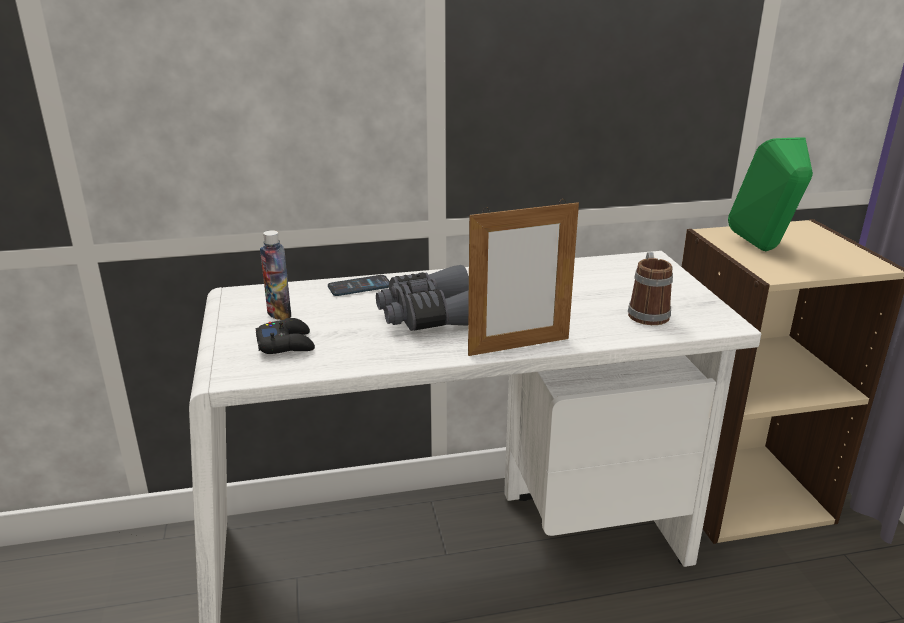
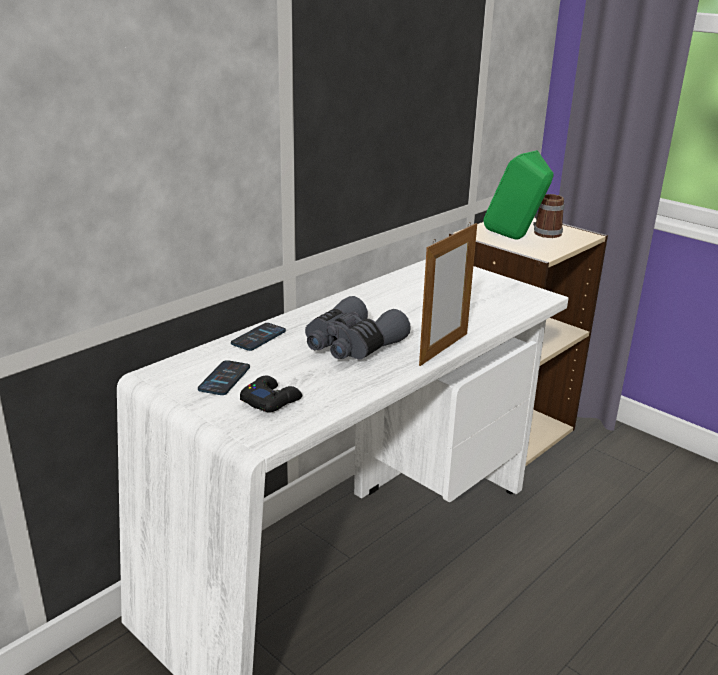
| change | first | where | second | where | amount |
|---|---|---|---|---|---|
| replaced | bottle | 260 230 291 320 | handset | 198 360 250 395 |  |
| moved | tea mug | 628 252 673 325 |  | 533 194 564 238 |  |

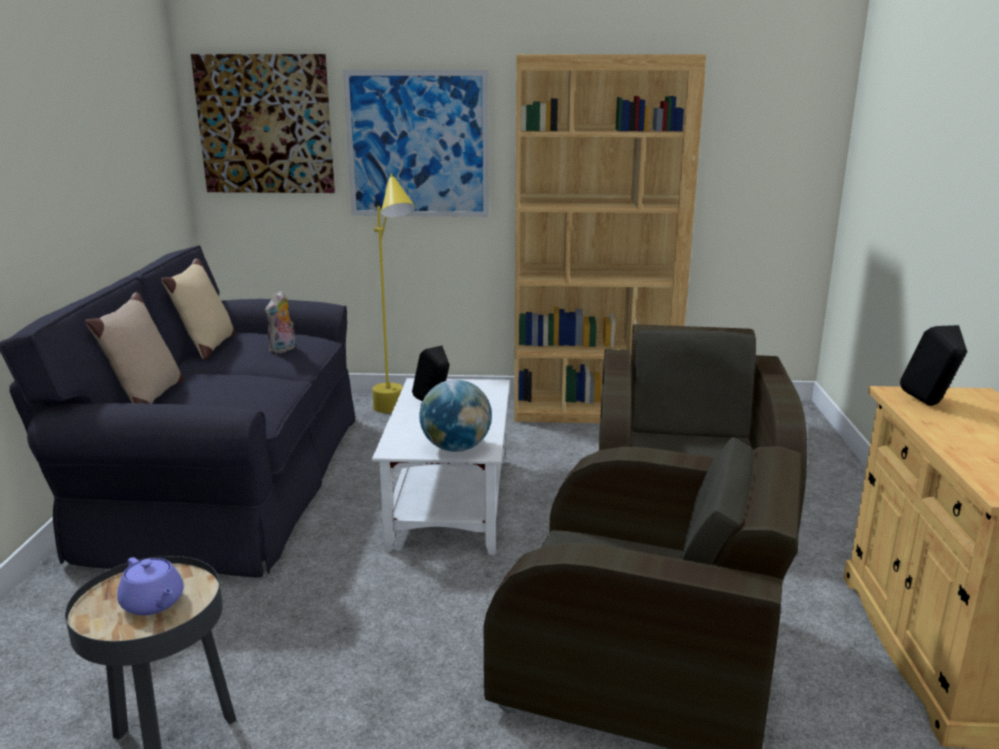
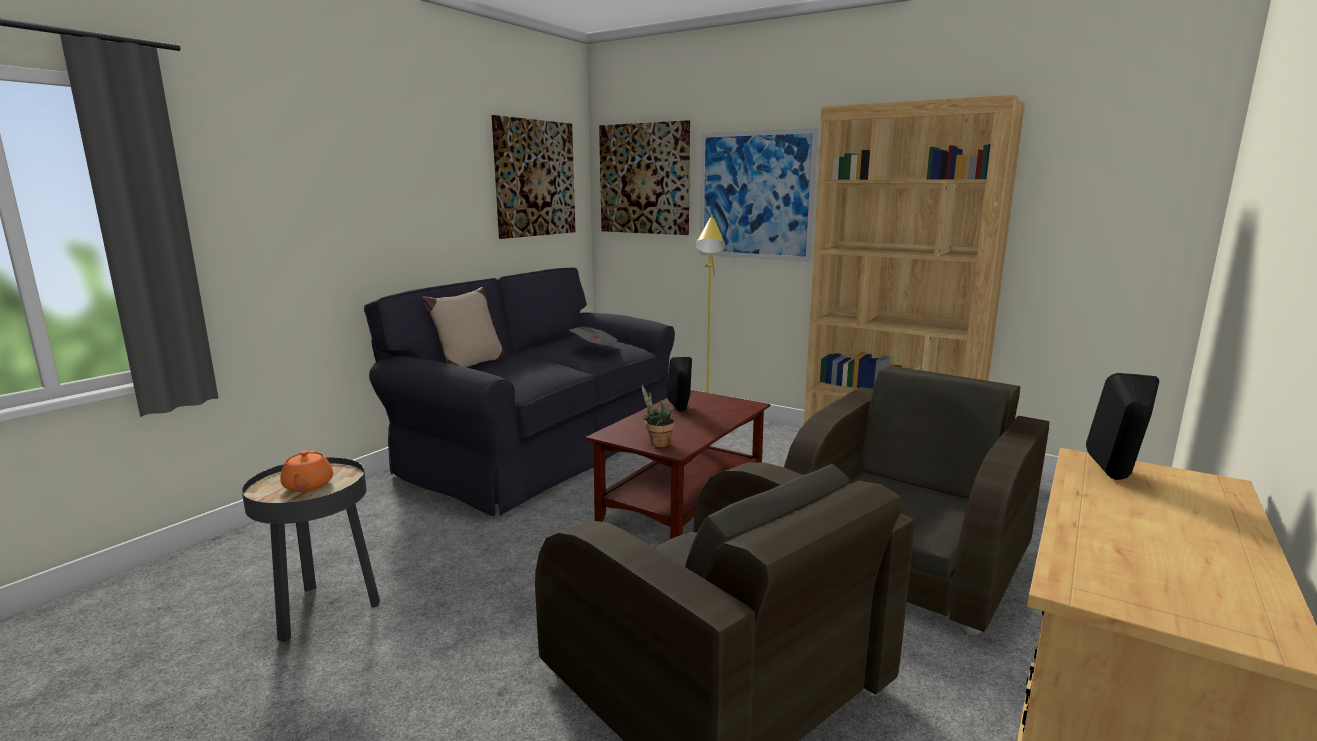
| change | first | where | second | where | amount |
|---|---|---|---|---|---|
| recoloured | purple-coloured tea pot | 117 557 184 615 | orange-coloured tea pot | 280 450 333 492 |  |
| removed | beige-coloured throw pillow | 161 258 236 360 |  |  |  |
| replaced | plush toy | 265 291 296 354 | daily paper | 569 327 619 346 |  |
| recoloured | whitish coffee table | 372 378 510 555 | brownish coffee table | 586 390 770 539 |  |
| replaced | world globe | 419 379 492 452 | houseplant | 641 385 675 447 |  |
| added |  |  | picture | 492 115 576 239 |  |

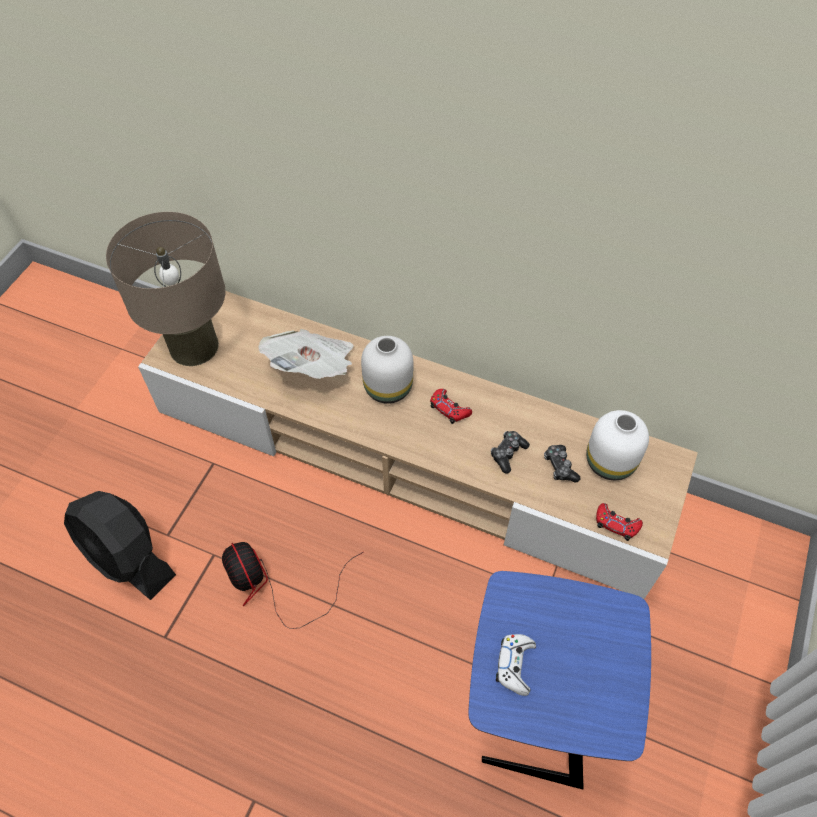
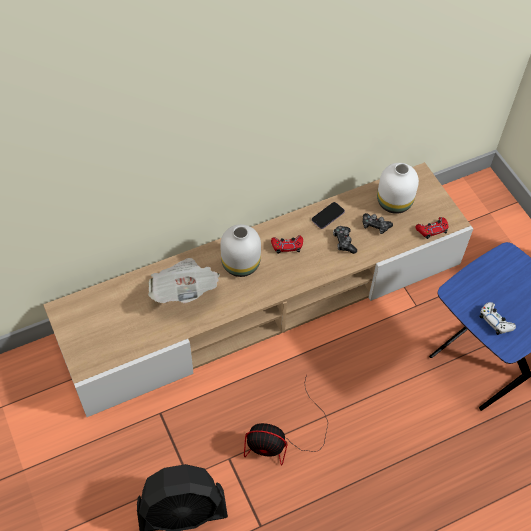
| change | first | where | second | where | amount |
|---|---|---|---|---|---|
| removed | beige-coloured tabletop lamp | 106 212 226 366 |  |  |  |
| added |  |  | handset | 312 202 345 229 |  |

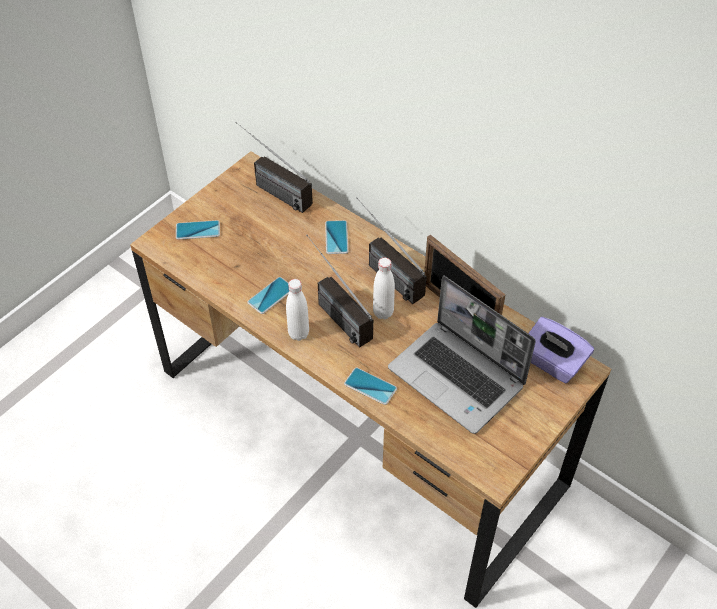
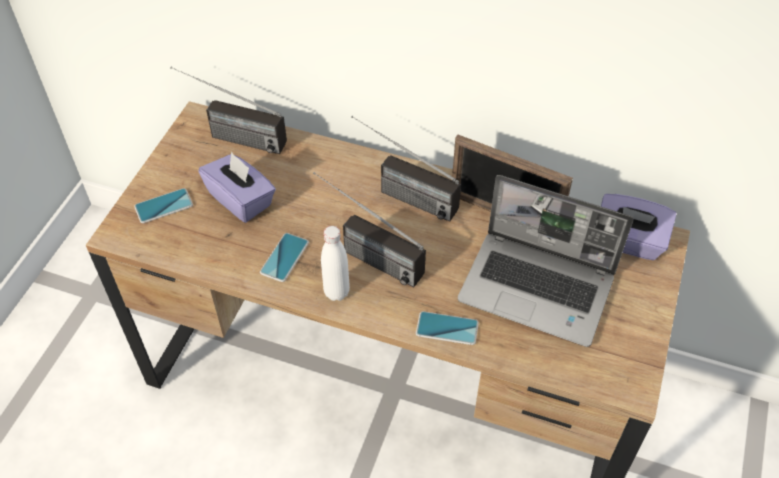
| change | first | where | second | where | amount |
|---|---|---|---|---|---|
| removed | handset | 325 220 348 254 |  |  |  |
| removed | whitish bottle | 373 258 395 319 |  |  |  |
| added |  |  | purple-coloured box of tissues | 199 151 276 223 |  |

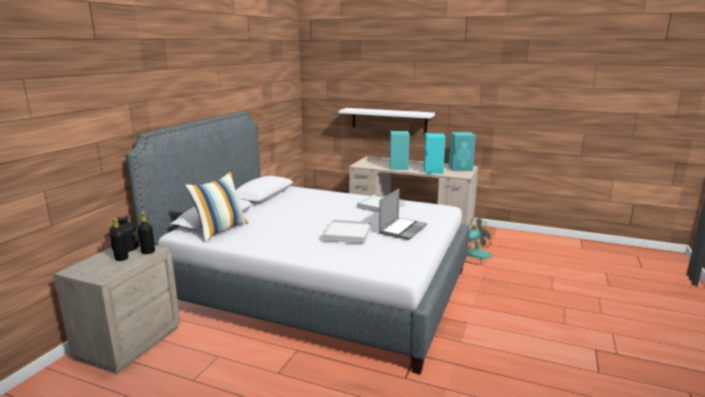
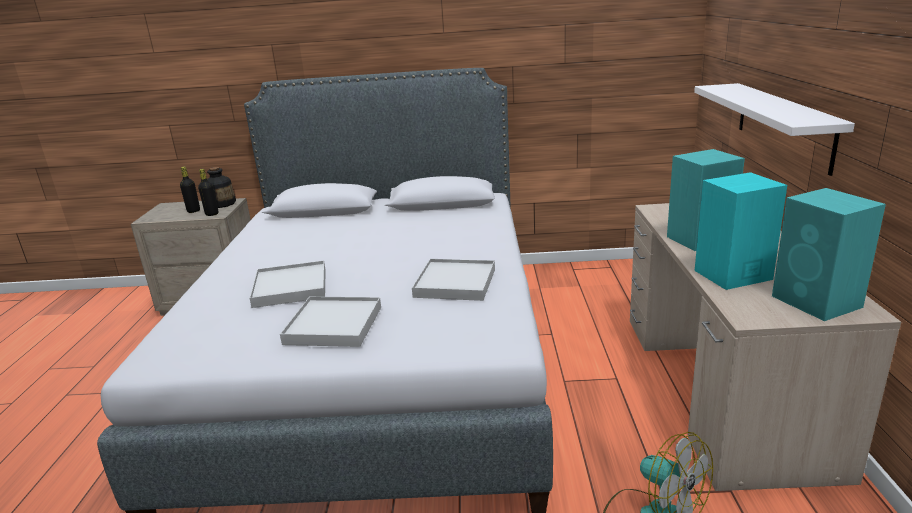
| change | first | where | second | where | amount |
|---|---|---|---|---|---|
| removed | throw pillow | 185 171 248 242 |  |  |  |
| replaced | notebook computer | 379 188 427 240 | whitish serving tray | 280 297 381 347 |  |

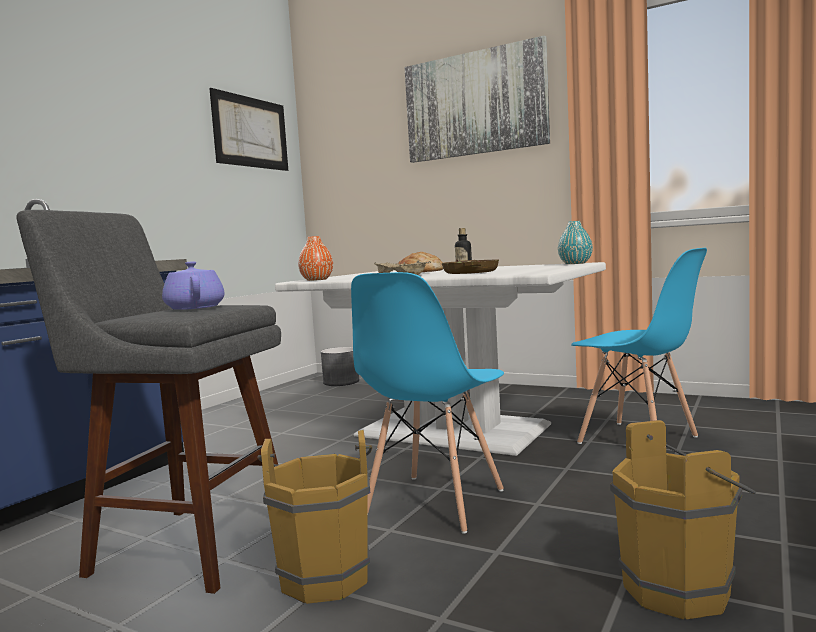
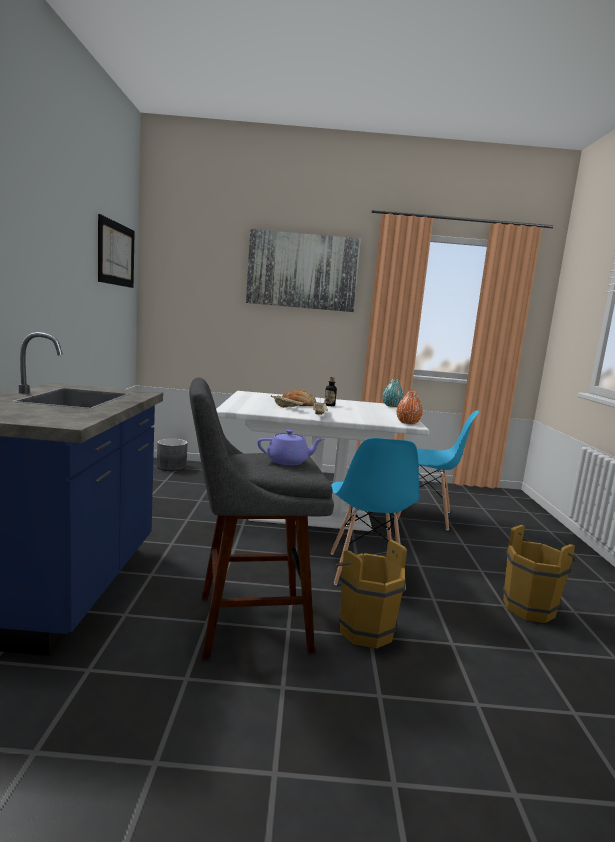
| change | first | where | second | where | amount |
|---|---|---|---|---|---|
| turned | purple-coloured tea pot | 162 262 224 310 |  | 257 430 324 465 | 135 degrees clockwise |
| moved | orange-coloured flower vase | 298 236 333 281 |  | 397 391 423 424 |  |
| removed | deep dish | 442 260 499 274 |  |  |  |

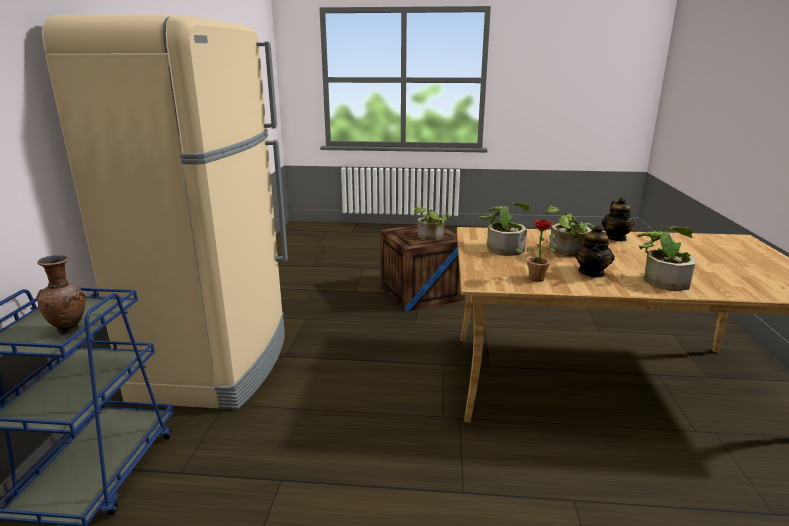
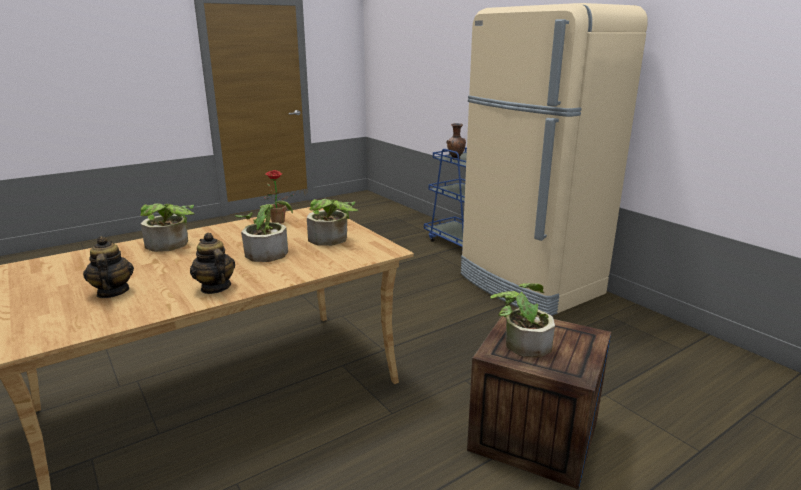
| change | first | where | second | where | amount |
|---|---|---|---|---|---|
| moved | tea pot | 574 225 615 278 |  | 83 236 134 298 |  |

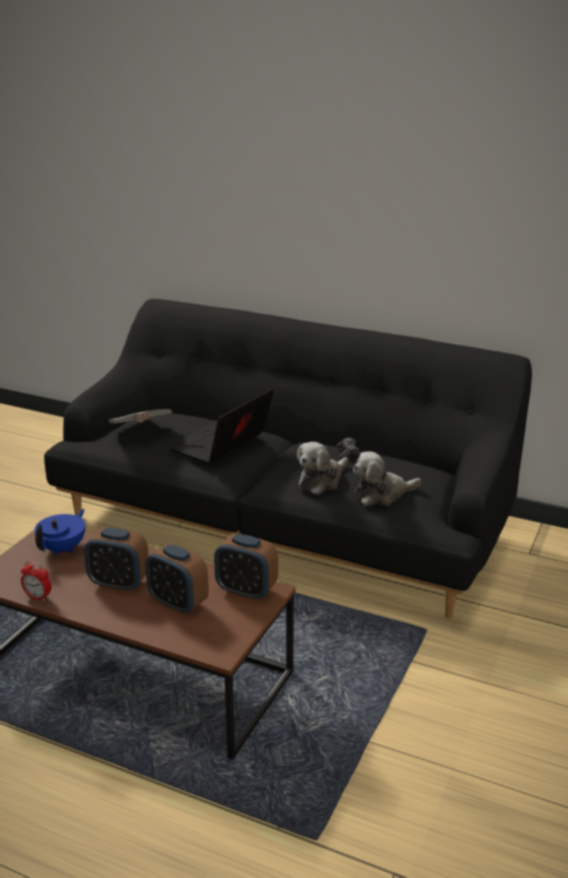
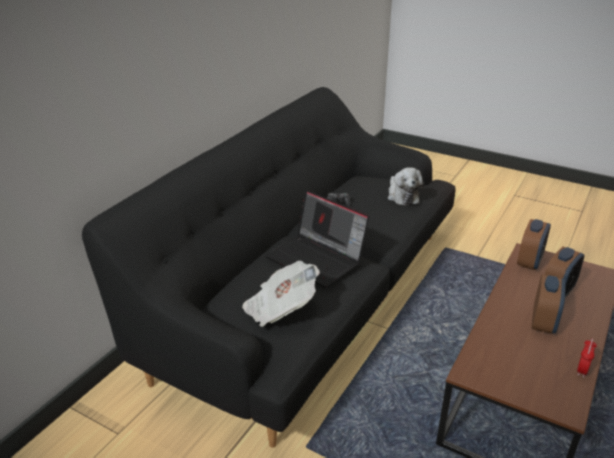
| change | first | where | second | where | amount |
|---|---|---|---|---|---|
| removed | blue-coloured tea pot | 34 509 85 555 |  |  |  |
| removed | plush toy | 297 442 348 495 |  |  |  |

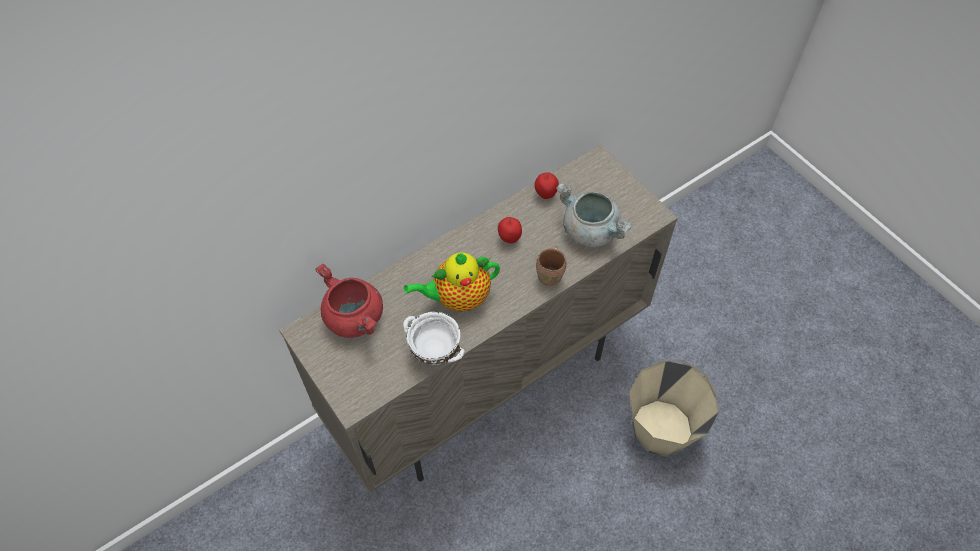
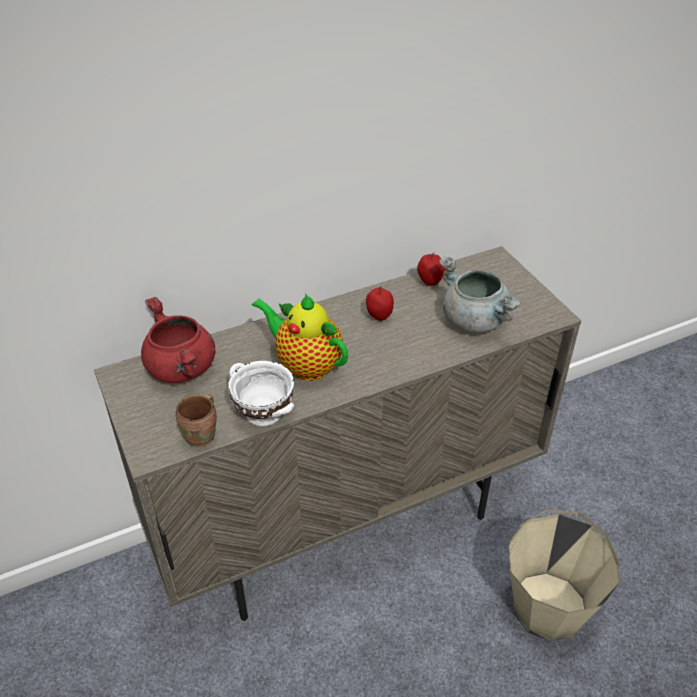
| change | first | where | second | where | amount |
|---|---|---|---|---|---|
| turned | tea pot | 404 252 500 311 |  | 252 293 348 381 | 45 degrees clockwise |
| moved | brownish tea mug | 536 246 566 286 |  | 176 394 217 447 |  |

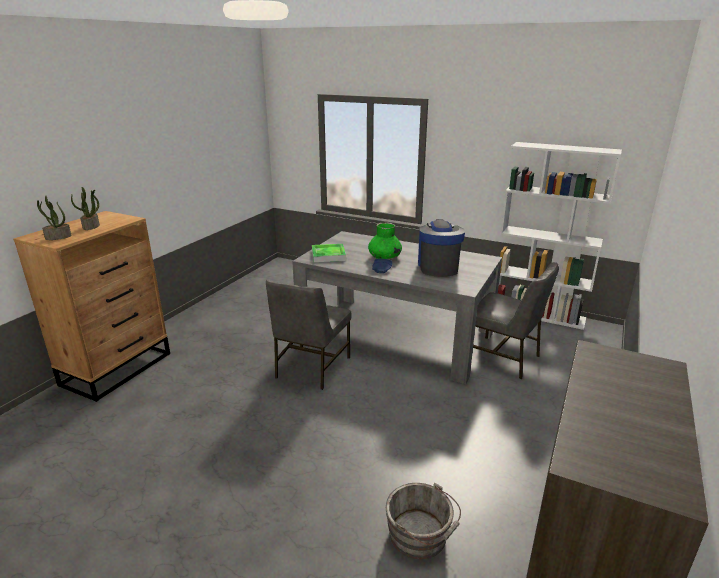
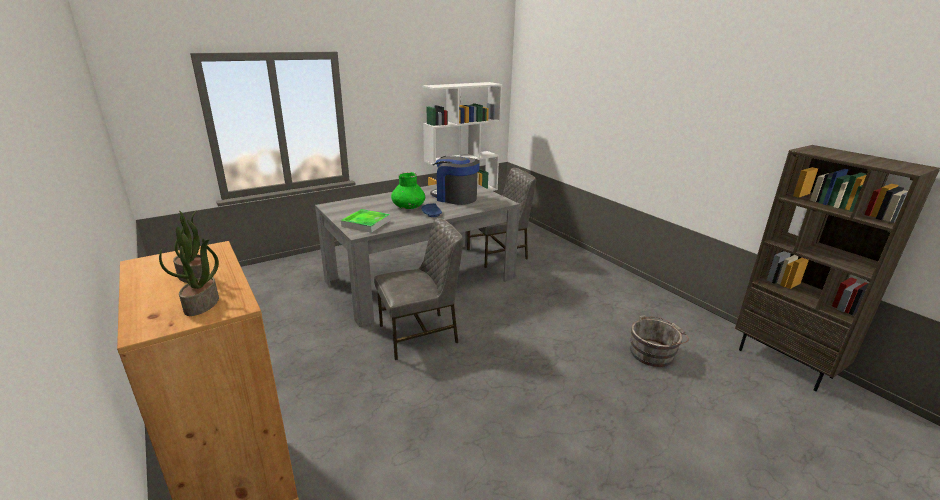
| change | first | where | second | where | amount |
|---|---|---|---|---|---|
| turned | grey upright chair | 266 279 352 390 |  | 374 218 463 360 | 75 degrees counterclockwise |

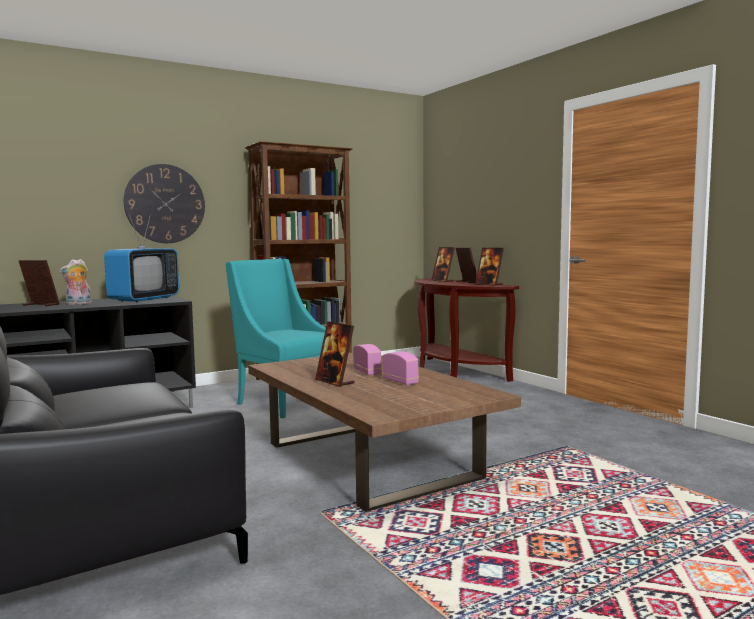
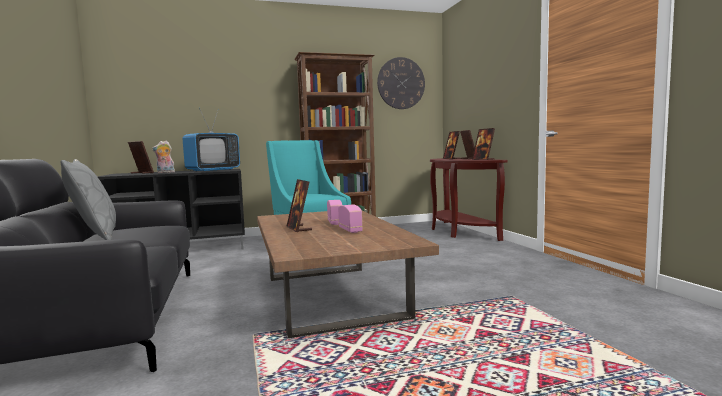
| change | first | where | second | where | amount |
|---|---|---|---|---|---|
| moved | wall clock | 124 164 205 243 |  | 377 57 425 109 |  |
| added |  |  | grey throw pillow | 60 159 116 240 |  |

